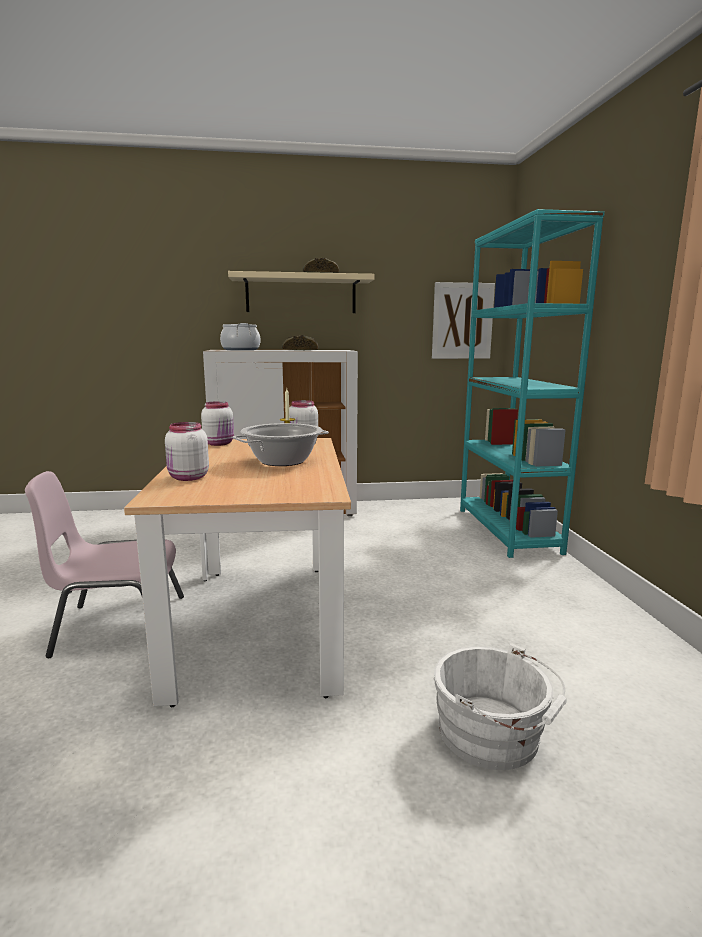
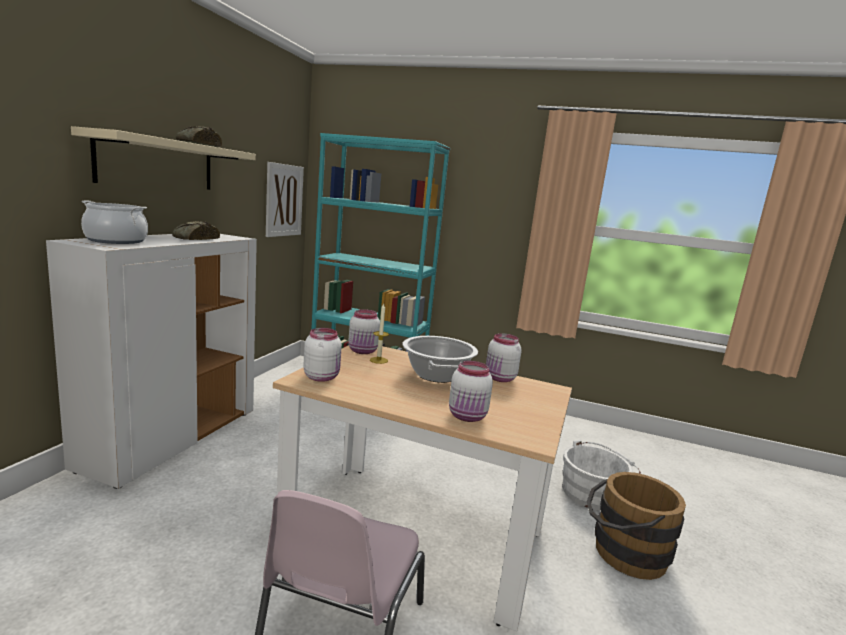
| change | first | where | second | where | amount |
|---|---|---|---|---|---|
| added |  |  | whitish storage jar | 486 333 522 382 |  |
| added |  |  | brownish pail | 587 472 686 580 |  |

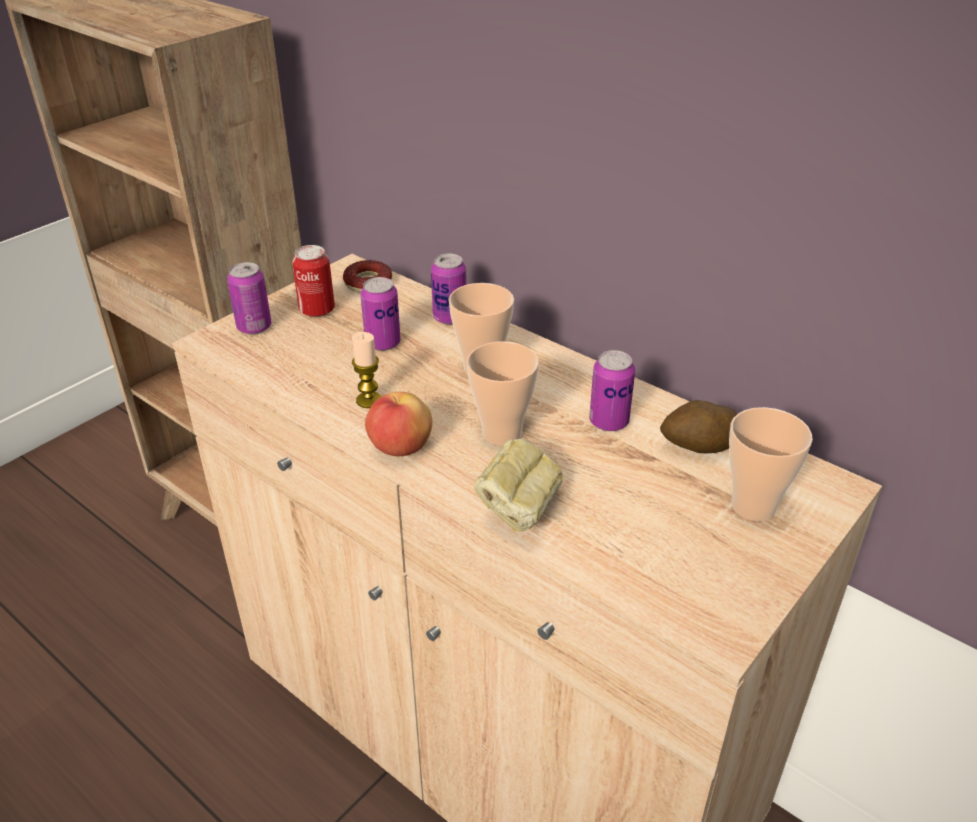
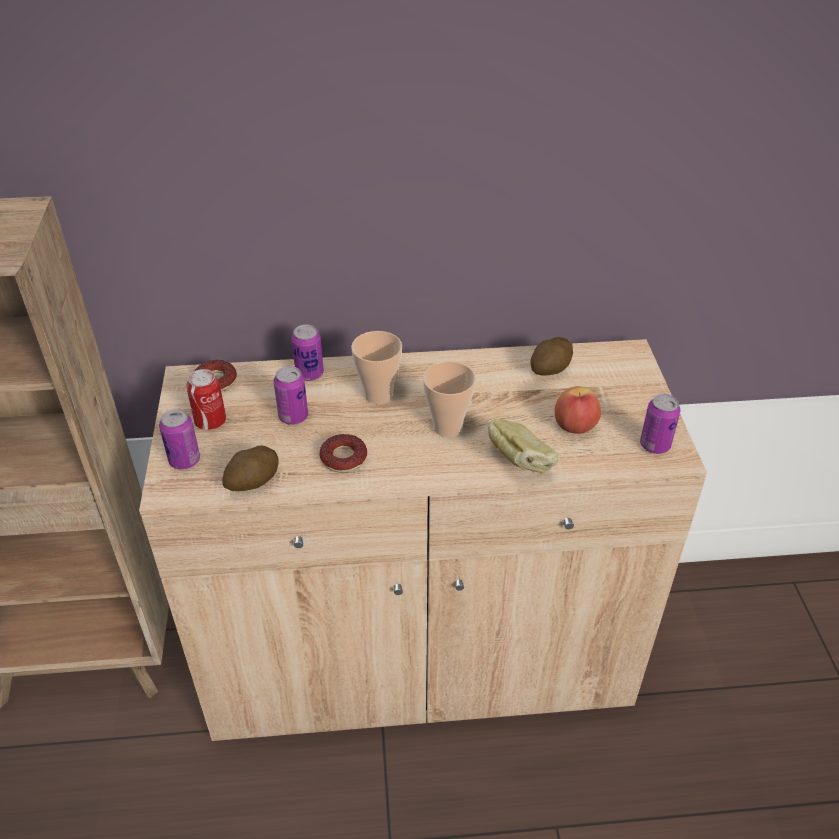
| change | first | where | second | where | amount |
|---|---|---|---|---|---|
| replaced | wax candle | 352 332 382 408 | doughnut | 320 434 367 473 |  |
| moved | whole apple | 365 392 432 456 |  | 555 386 601 434 |  |
| moved | can | 589 350 635 431 |  | 640 394 680 454 |  |
| removed | cup | 729 407 813 521 |  |  |  |
| added |  |  | spud | 222 445 279 491 |  |

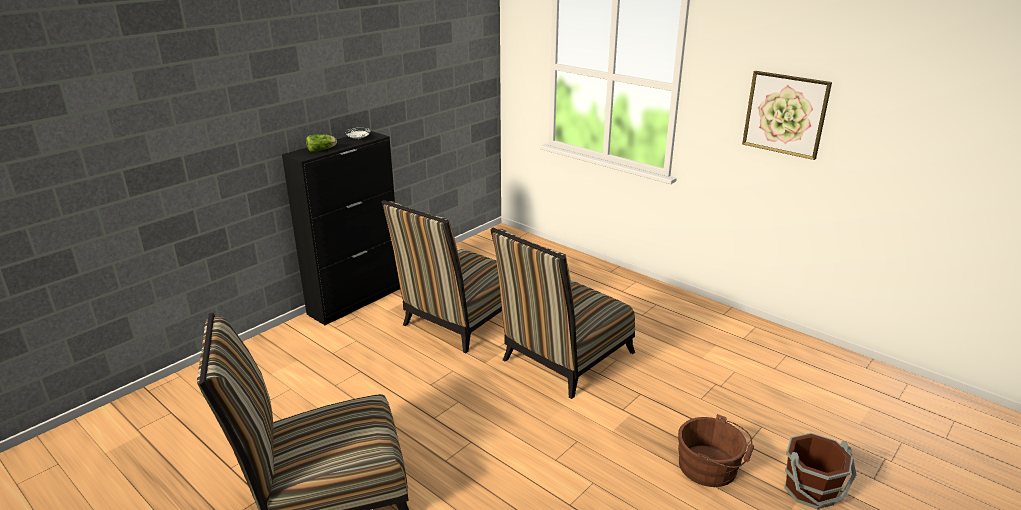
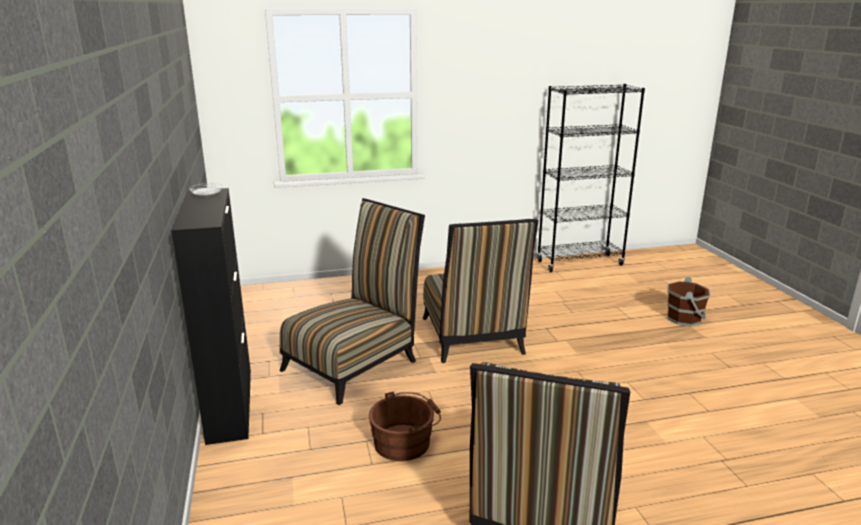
| change | first | where | second | where | amount |
|---|---|---|---|---|---|
| removed | head of lettuce | 306 134 337 152 |  |  |  |
| turned | upright chair | 381 200 502 353 |  | 279 198 425 405 | 120 degrees counterclockwise |
| moved | brownish pail | 678 414 754 487 |  | 369 391 441 461 |  |
| removed | picture | 742 71 832 160 |  |  |  |
| added |  |  | black bookshelf | 537 84 645 272 |  |

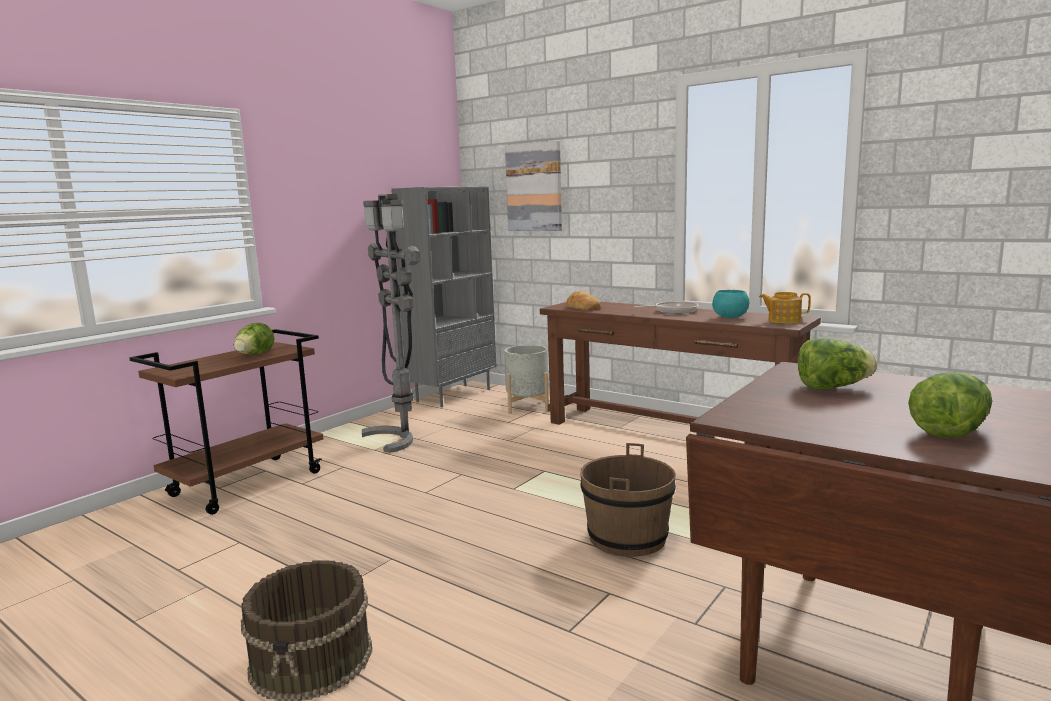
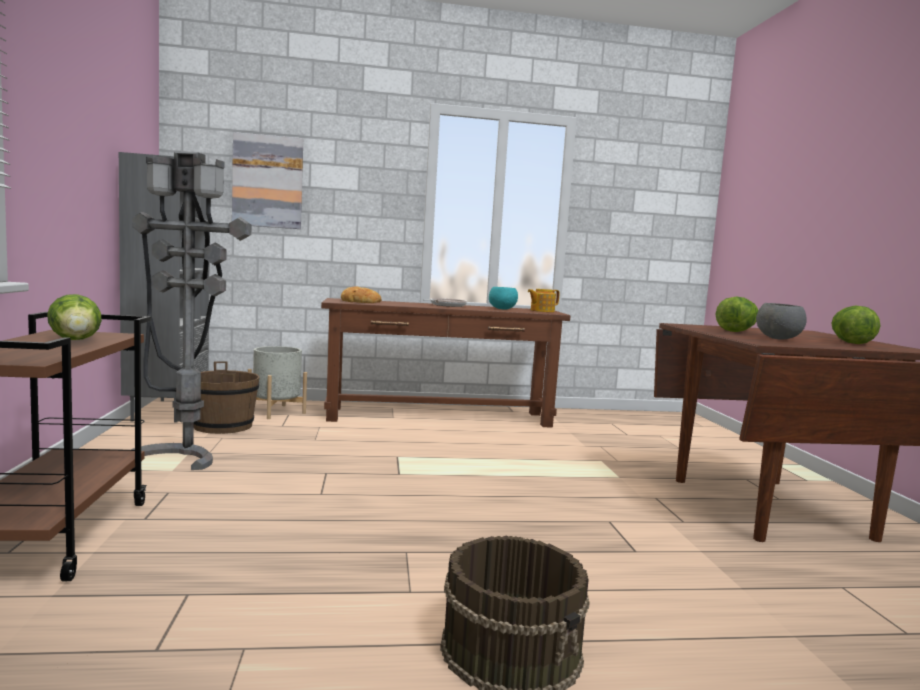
| change | first | where | second | where | amount |
|---|---|---|---|---|---|
| moved | brownish pail | 580 443 676 557 |  | 194 361 260 434 |  |
| added |  |  | grey deep dish | 756 303 807 340 |  |

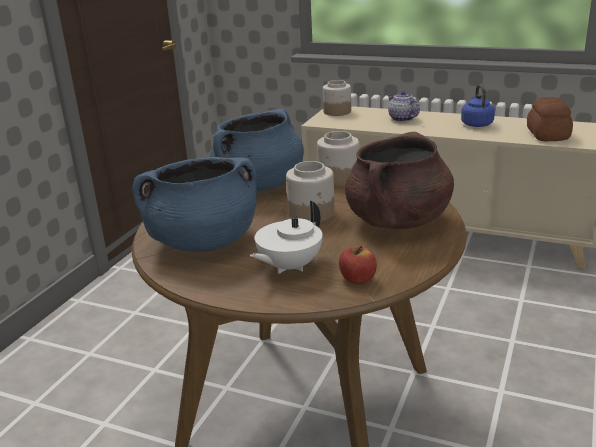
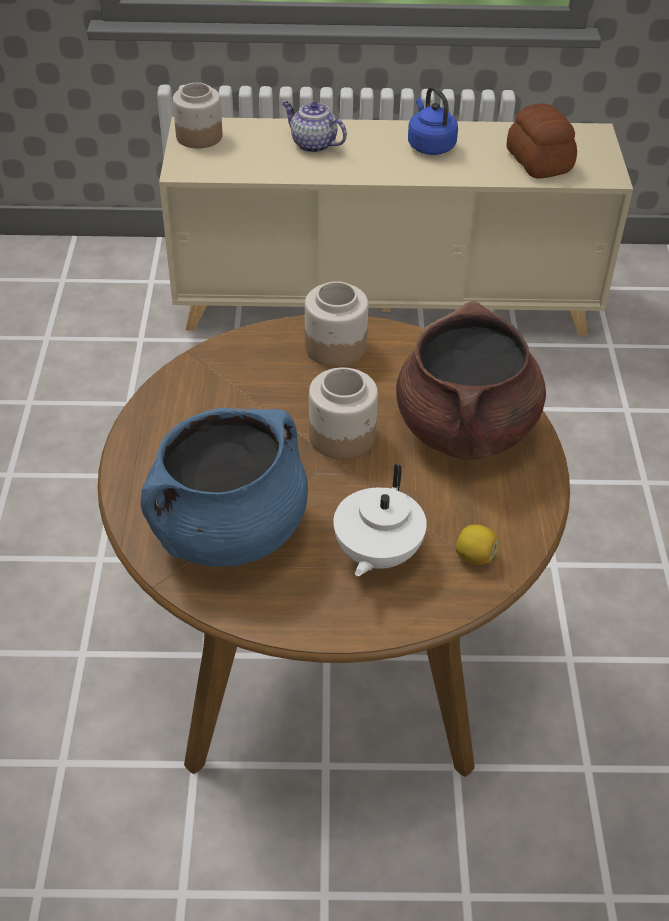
| change | first | where | second | where | amount |
|---|---|---|---|---|---|
| removed | blue-coloured cooking pot | 210 109 304 191 |  |  |  |
| replaced | whole apple | 339 246 377 284 | citrus fruit | 455 524 499 565 |  |

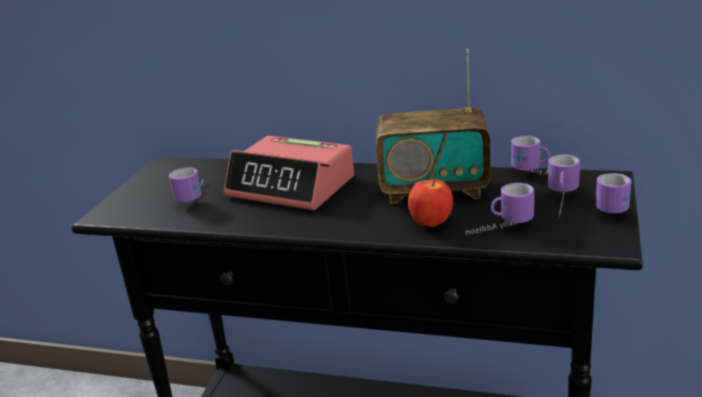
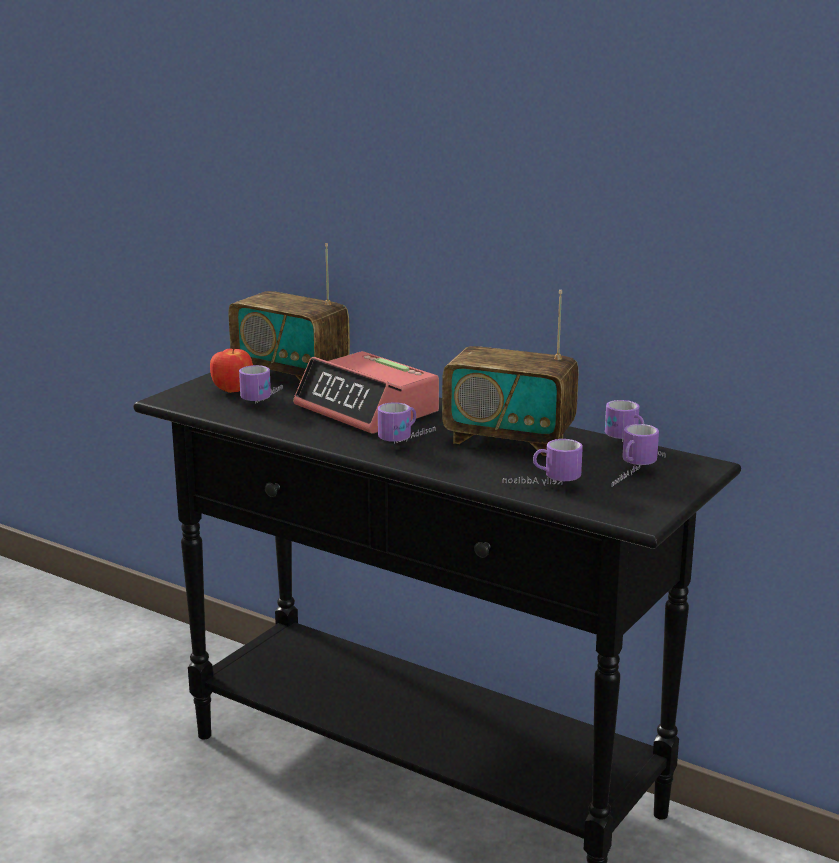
| change | first | where | second | where | amount |
|---|---|---|---|---|---|
| moved | whole apple | 408 179 453 227 |  | 210 348 253 393 |  |
| moved | tea mug | 596 173 632 213 |  | 378 402 436 444 |  |
| added |  |  | radio | 228 243 350 381 |  |

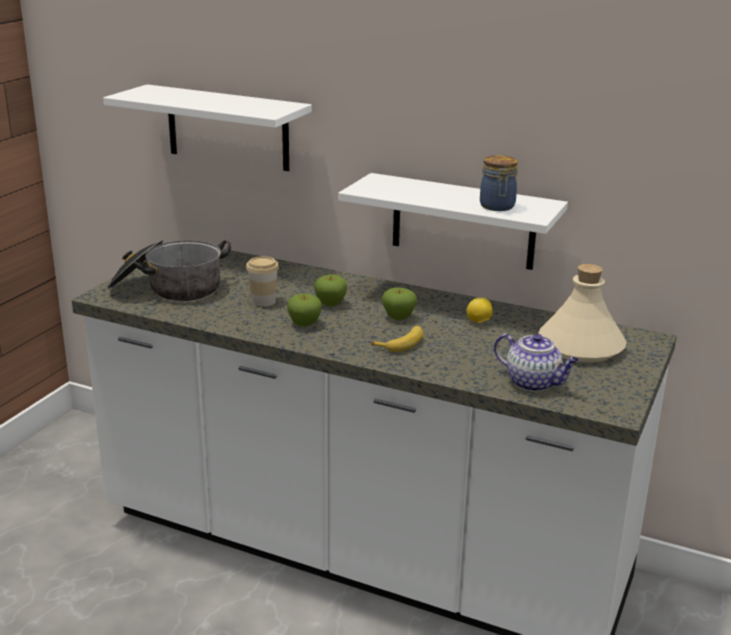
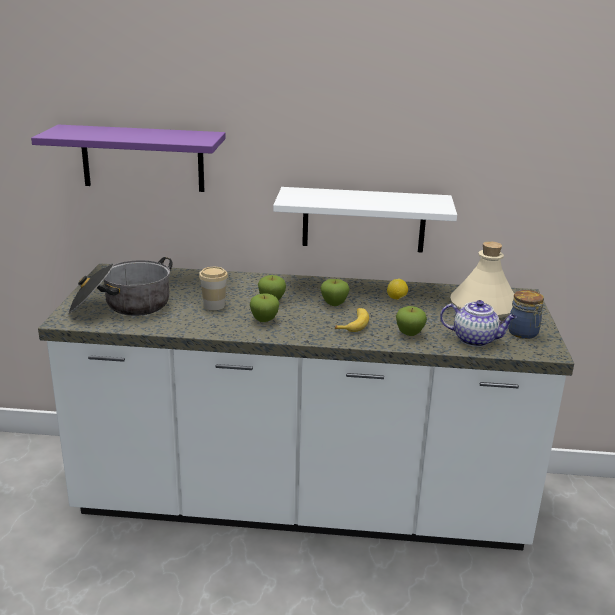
| change | first | where | second | where | amount |
|---|---|---|---|---|---|
| recoloured | whitish bracket shelf | 103 84 312 171 | purple-coloured bracket shelf | 31 125 226 192 |  |
| moved | storage jar | 480 155 518 211 |  | 508 290 544 339 |  |
| added |  |  | whole apple | 396 306 427 336 |  |

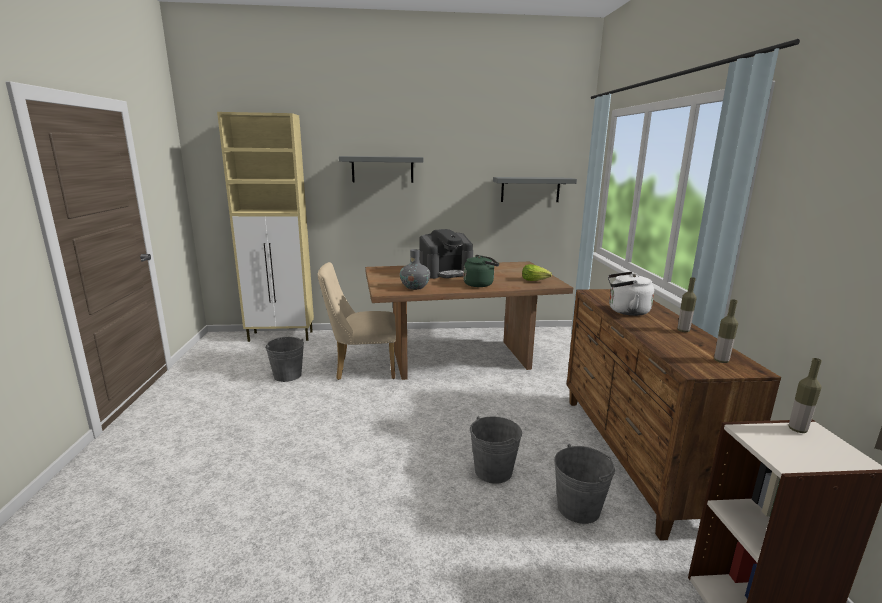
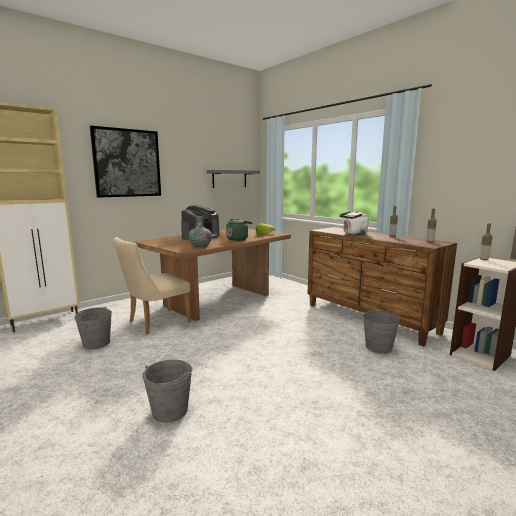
| change | first | where | second | where | amount |
|---|---|---|---|---|---|
| replaced | grey bracket shelf | 339 156 423 183 | picture | 90 126 161 198 |  |
| moved | grey pail | 470 417 522 484 |  | 142 359 192 423 |  |

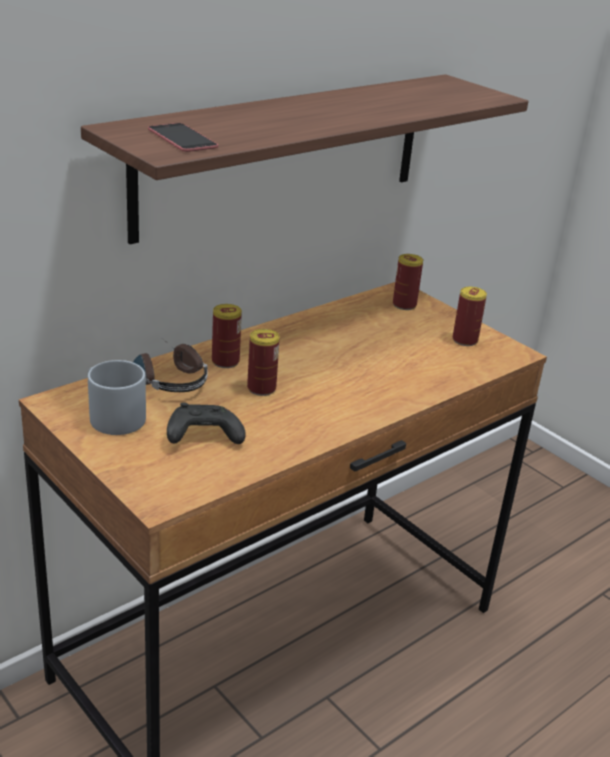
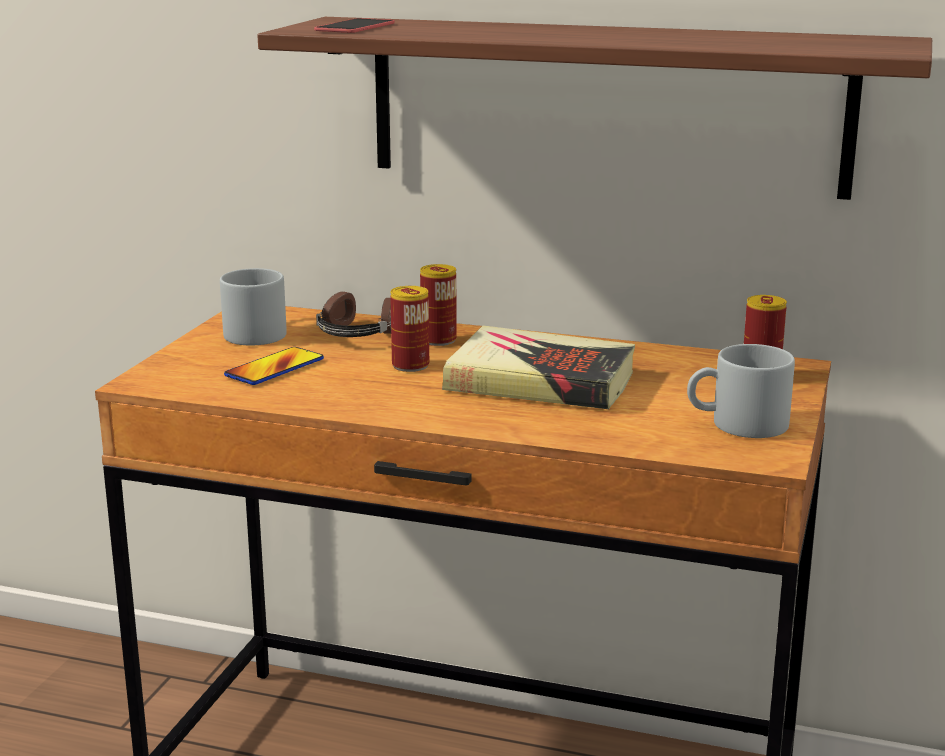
| change | first | where | second | where | amount |
|---|---|---|---|---|---|
| replaced | black game controller | 167 403 246 444 | handset | 224 347 324 385 |  |
| replaced | can | 453 287 487 346 | grey tea mug | 687 344 795 438 |  |
| added |  |  | book | 442 326 635 409 |  |

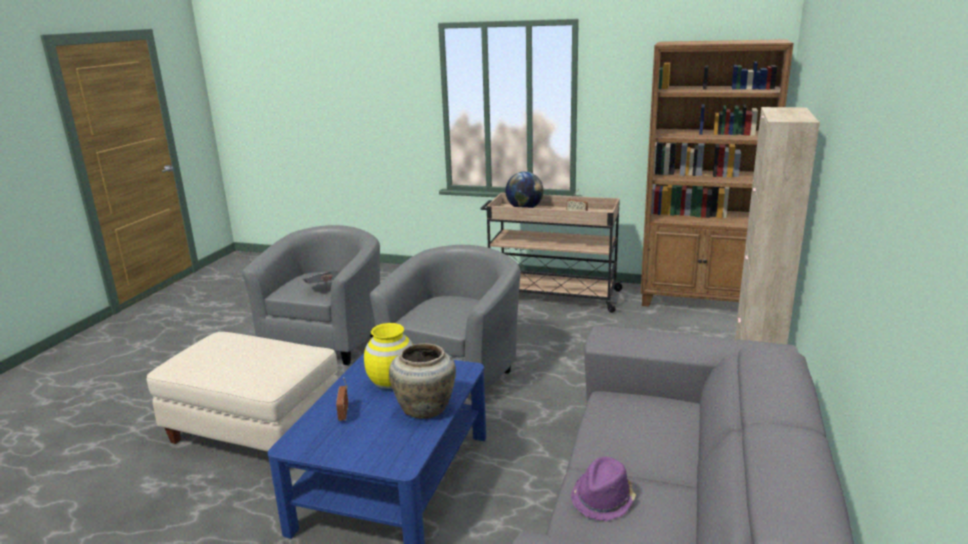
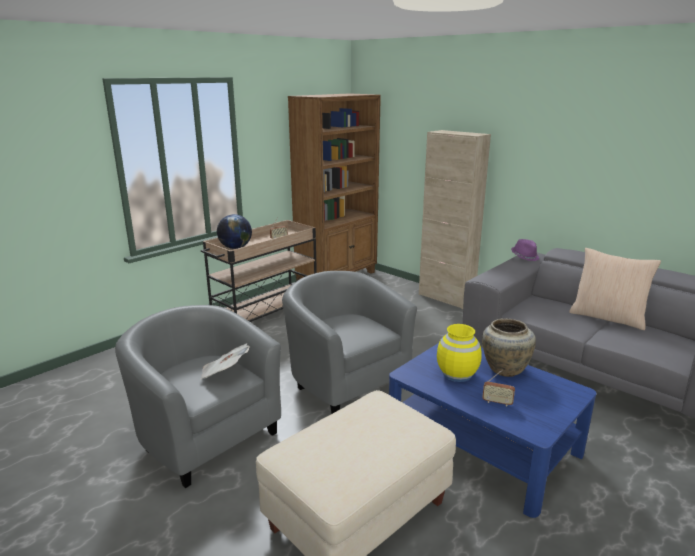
| change | first | where | second | where | amount |
|---|---|---|---|---|---|
| moved | purple-coloured hat | 571 457 636 521 |  | 511 239 539 261 |  |
| added |  |  | beige-coloured throw pillow | 569 248 661 330 |  |

